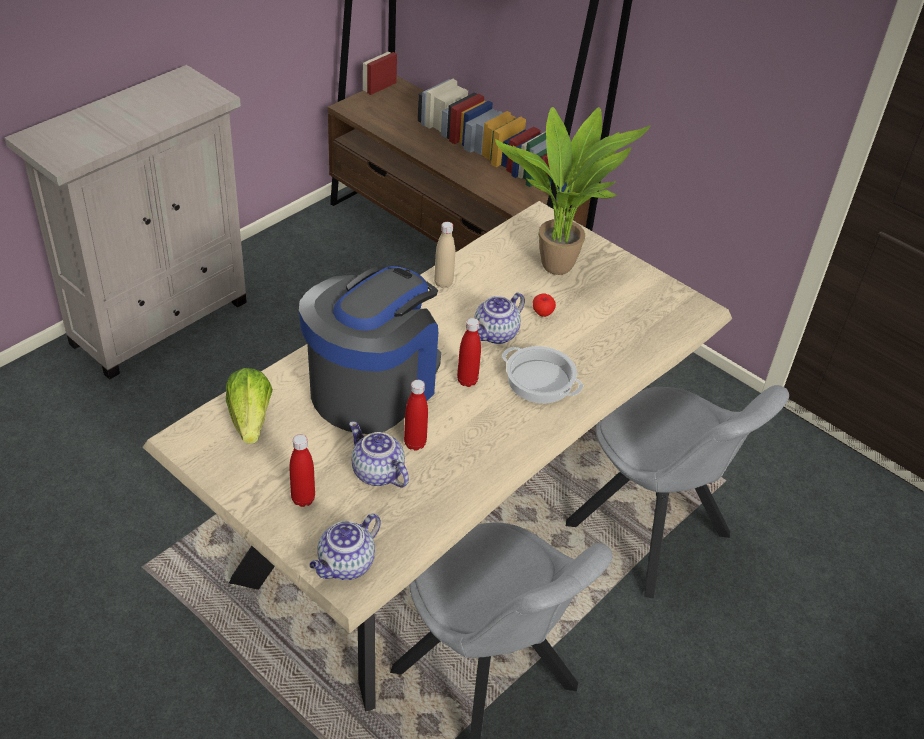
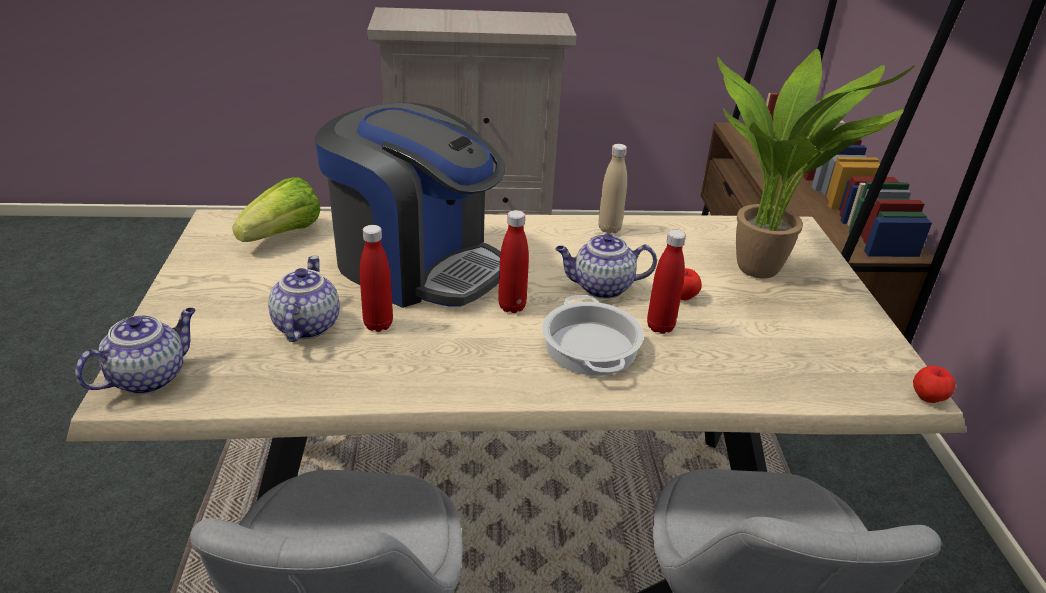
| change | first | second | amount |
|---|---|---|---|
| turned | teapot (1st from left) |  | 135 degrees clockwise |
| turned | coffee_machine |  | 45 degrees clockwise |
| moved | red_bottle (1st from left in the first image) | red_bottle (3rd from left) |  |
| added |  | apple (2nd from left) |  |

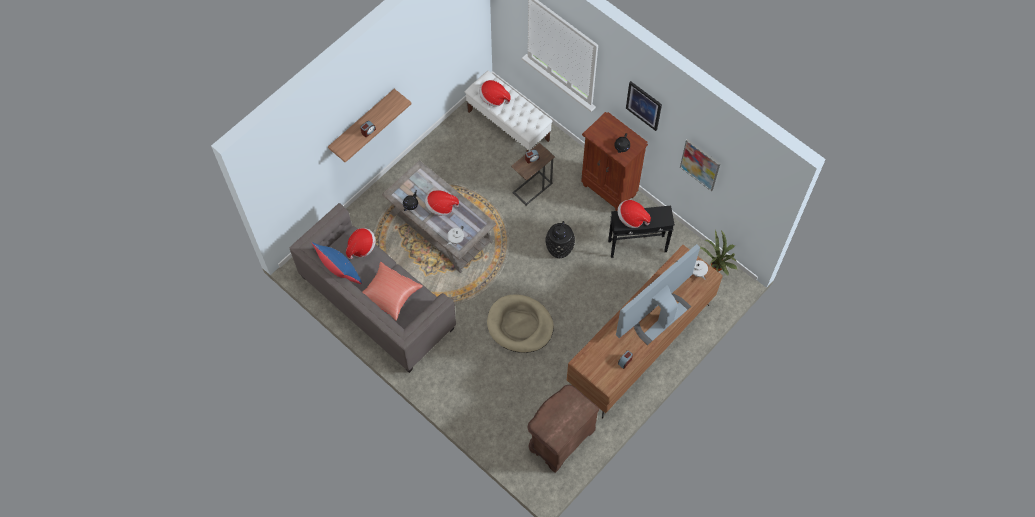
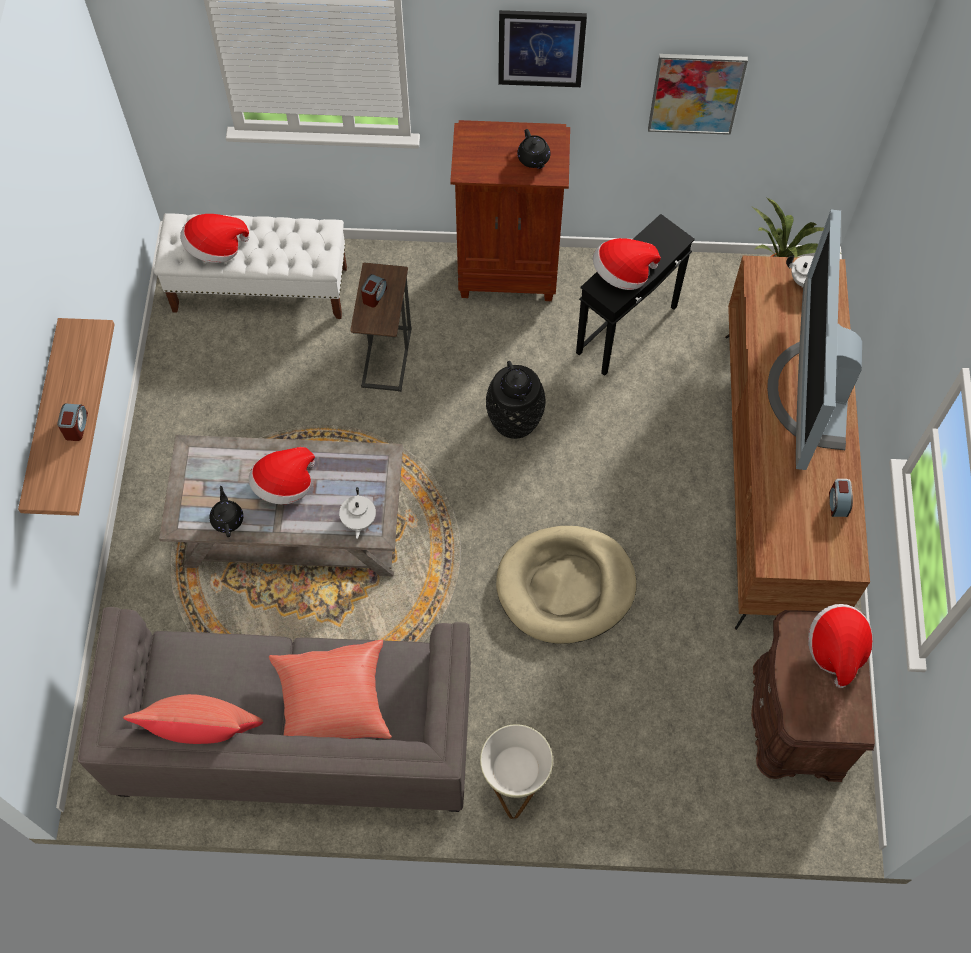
| change | first | second | amount |
|---|---|---|---|
| recoloured | blue_pillow | red_pillow (1st from left) |  |
| added |  | planter |  |
| moved | hat (1st from left in the first image) | hat (4th from left) |  |

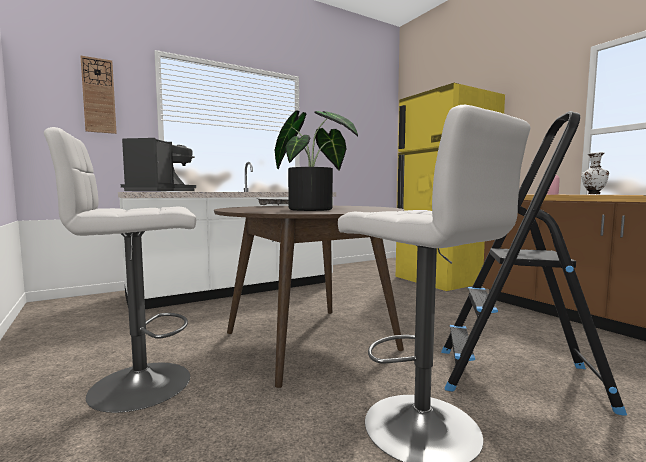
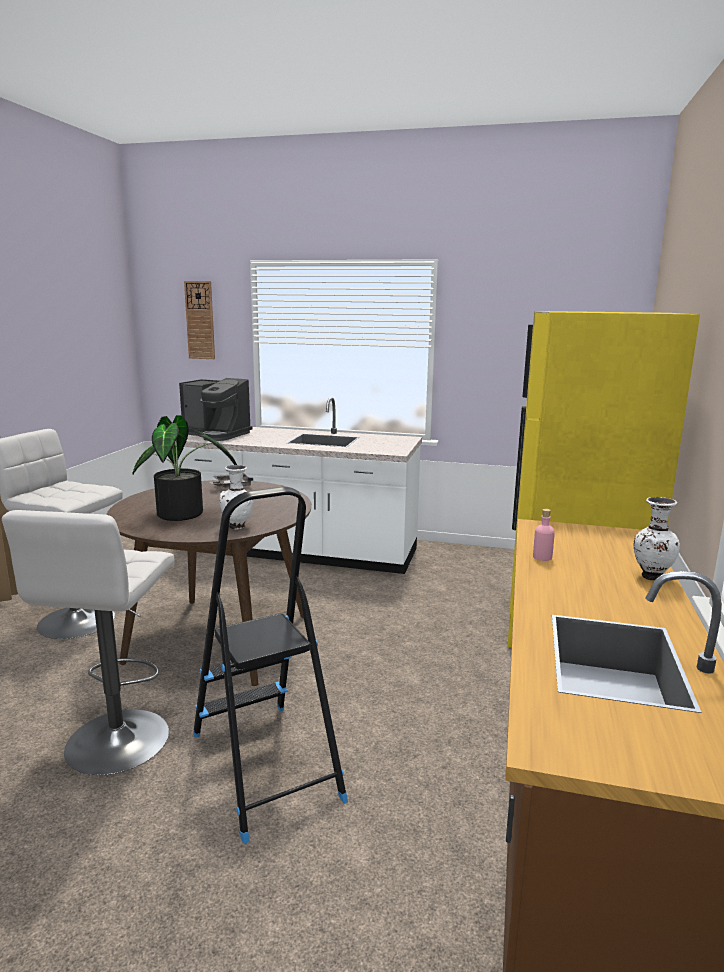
| change | first | second | amount |
|---|---|---|---|
| turned | coffee_machine |  | 60 degrees clockwise |
| added |  | white_vase (1st from left) |  |

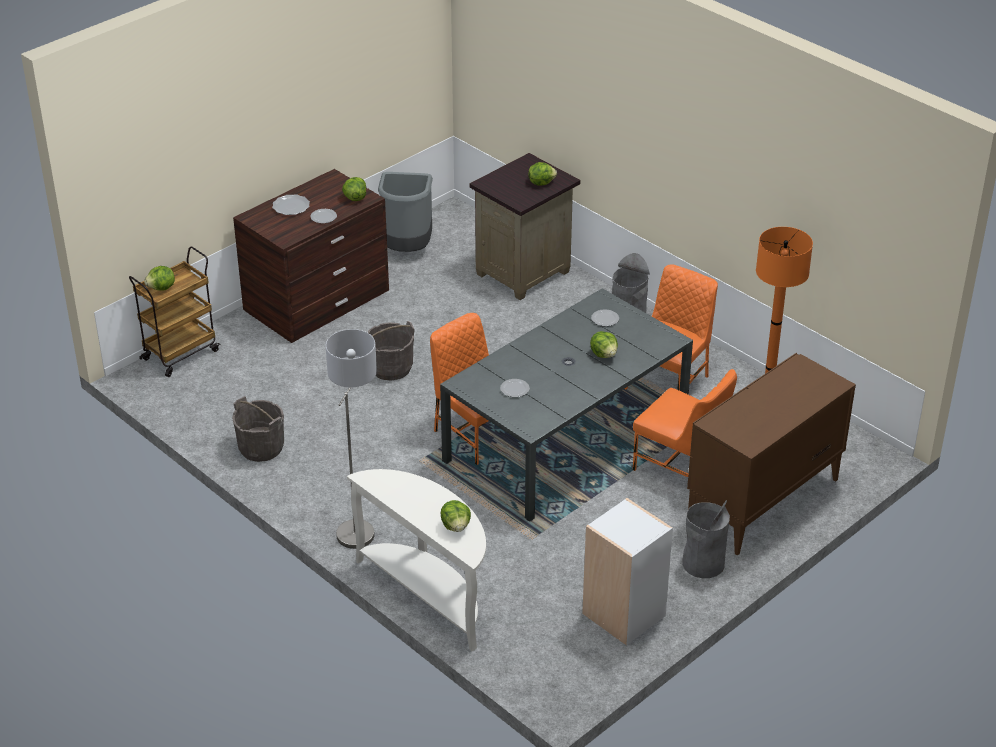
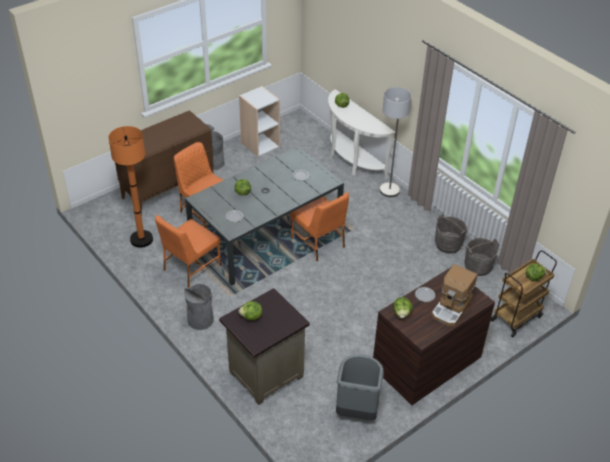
| change | first | second | amount |
|---|---|---|---|
| replaced | plate (1st from left) | coffee_machine |  |
| moved | grey_bucket (2nd from left) |  |  |

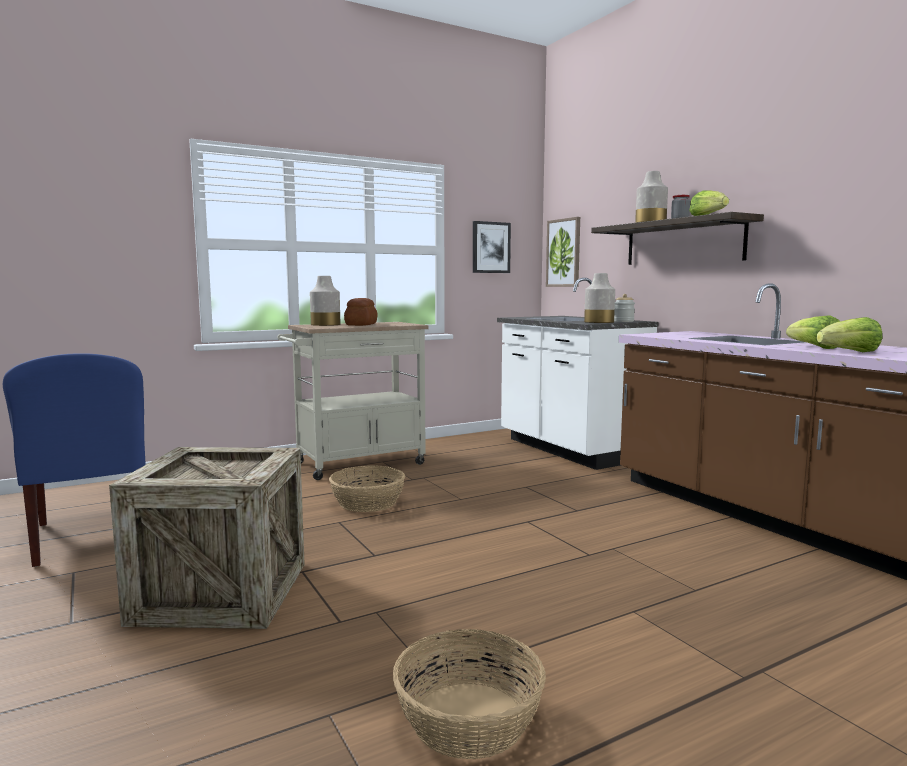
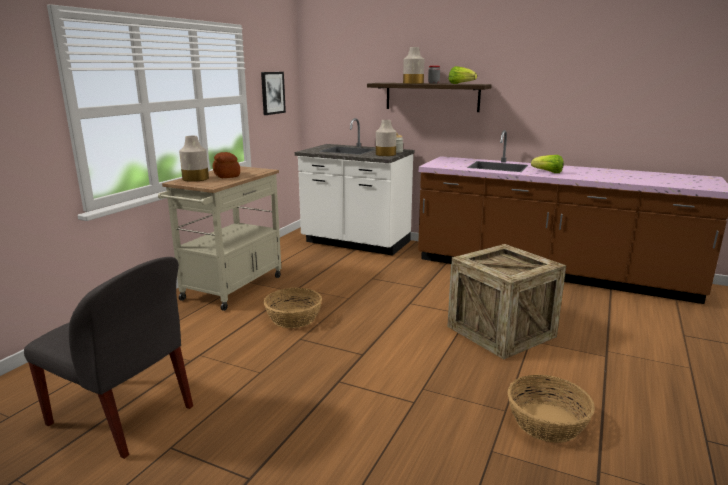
| change | first | second | amount |
|---|---|---|---|
| recoloured | blue_chair | grey_chair |  |
| moved | crate |  |  |
| removed | picture (2nd from left) |  |  |
| removed | lettuce (3rd from left) |  |  |

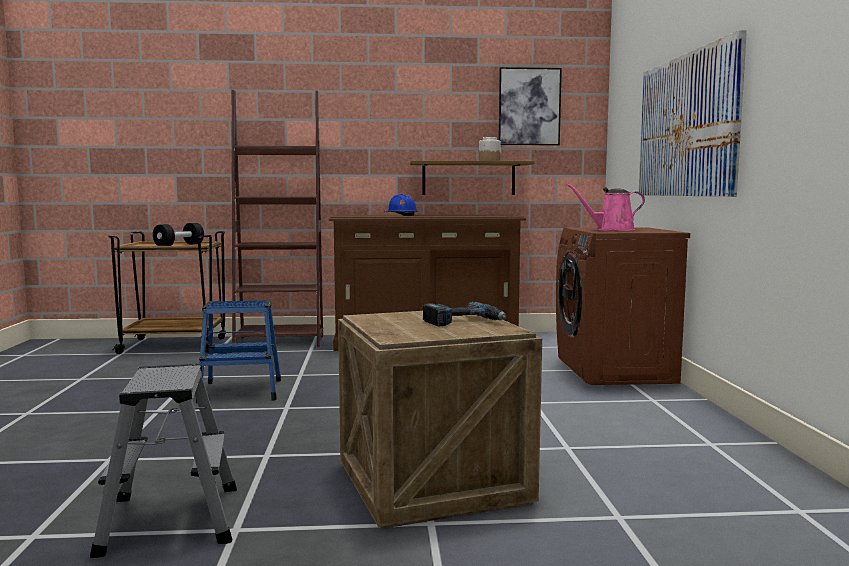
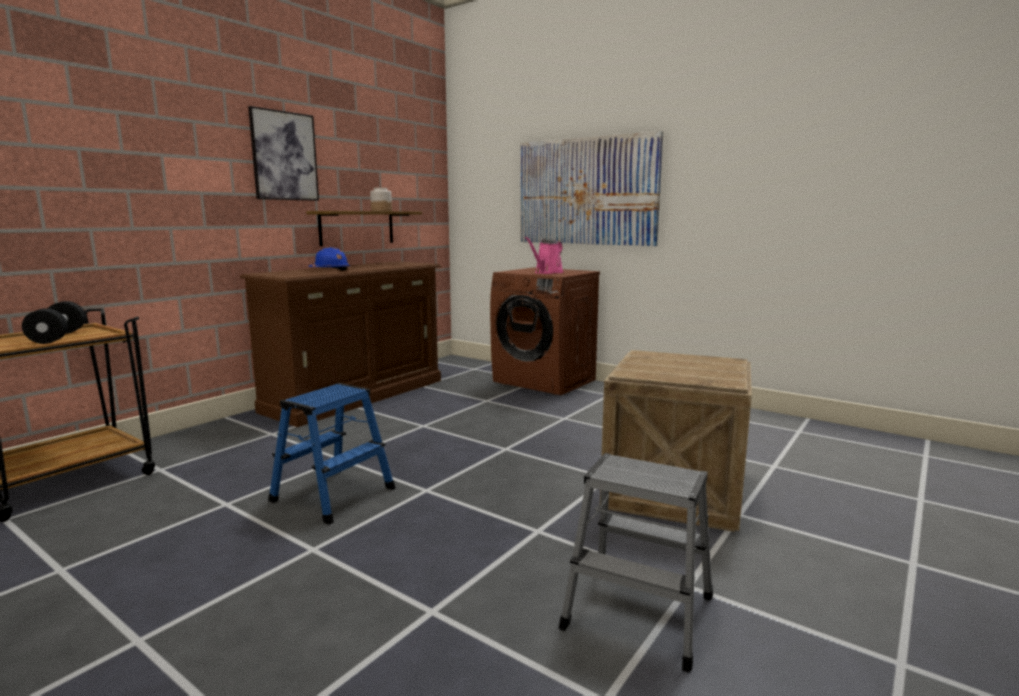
| change | first | second | amount |
|---|---|---|---|
| moved | picture (1st from left) |  |  |
| removed | brown_bookcase |  |  |
| removed | power_drill |  |  |

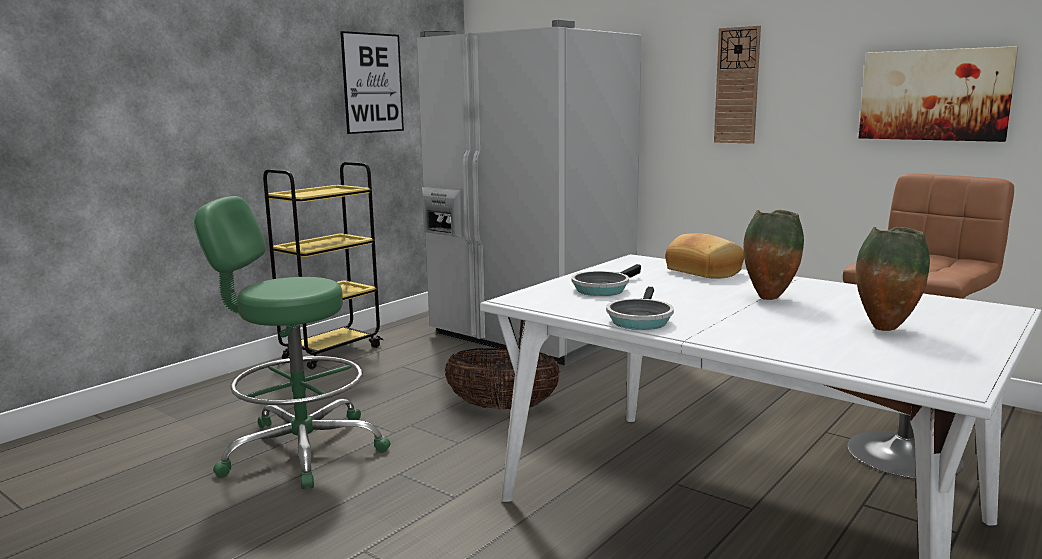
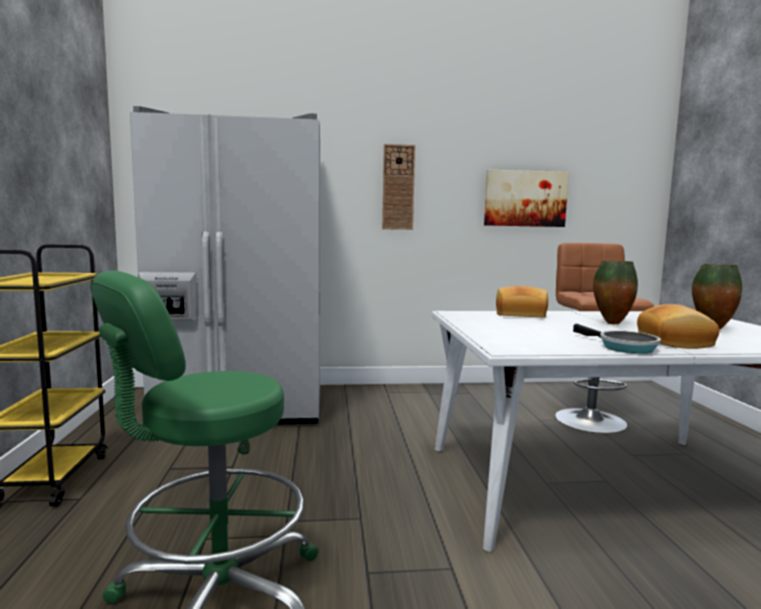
| change | first | second | amount |
|---|---|---|---|
| added |  | bread (2nd from left) |  |
| removed | picture (1st from left) |  |  |
| removed | basket |  |  |
| removed | frying_pan (1st from left) |  |  |

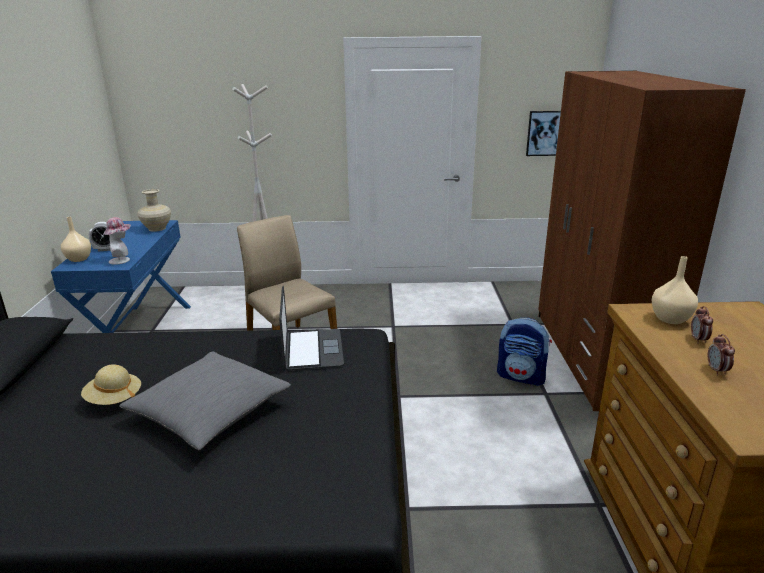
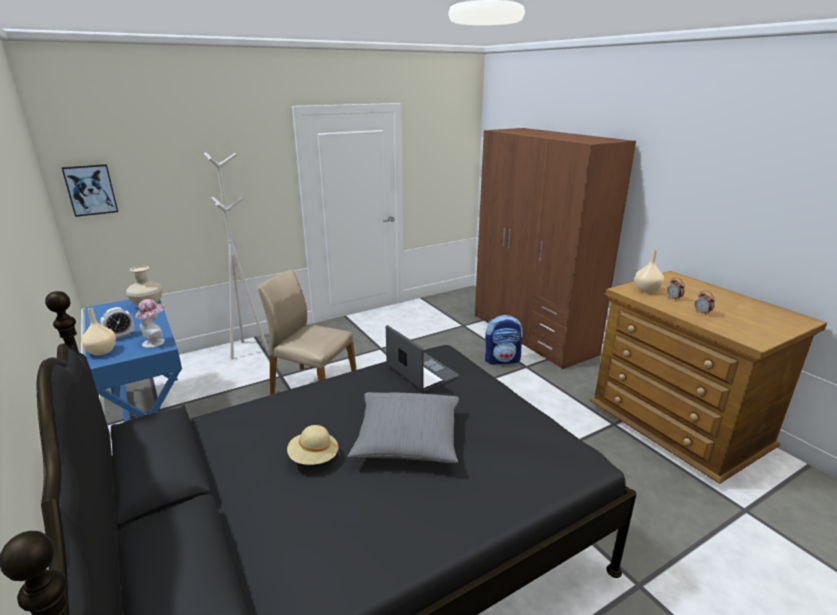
| change | first | second | amount |
|---|---|---|---|
| moved | picture |  |  |

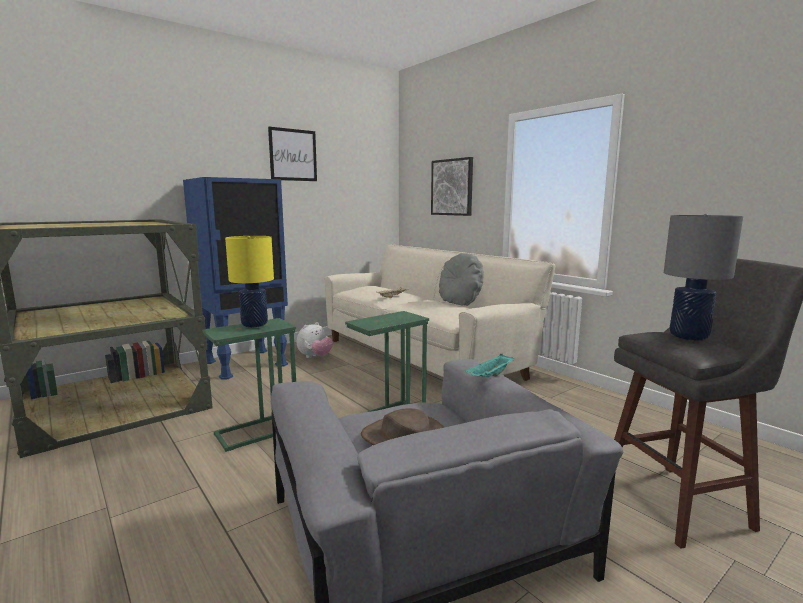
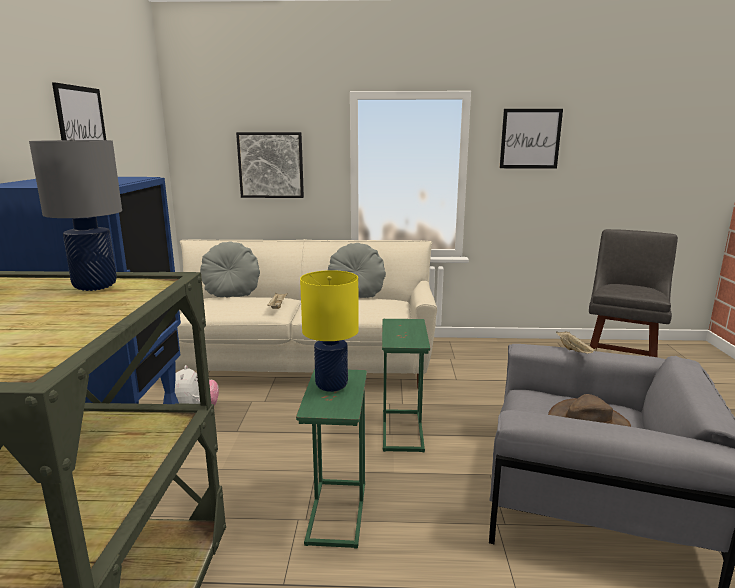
| change | first | second | amount |
|---|---|---|---|
| moved | grey_table_lamp |  |  |
| added |  | grey_pillow (1st from left) |  |
| added |  | picture (3rd from left) |  |
| recoloured | turquoise_tray | beige_tray (2nd from left) |  |

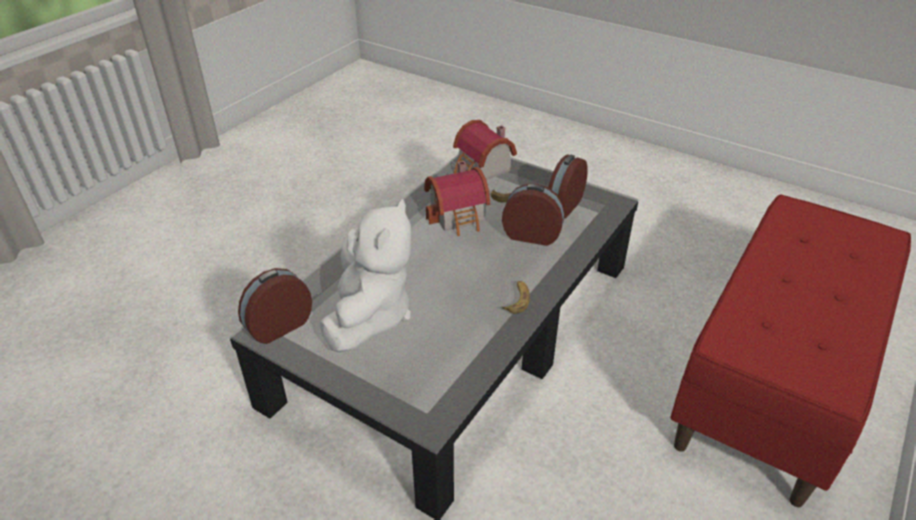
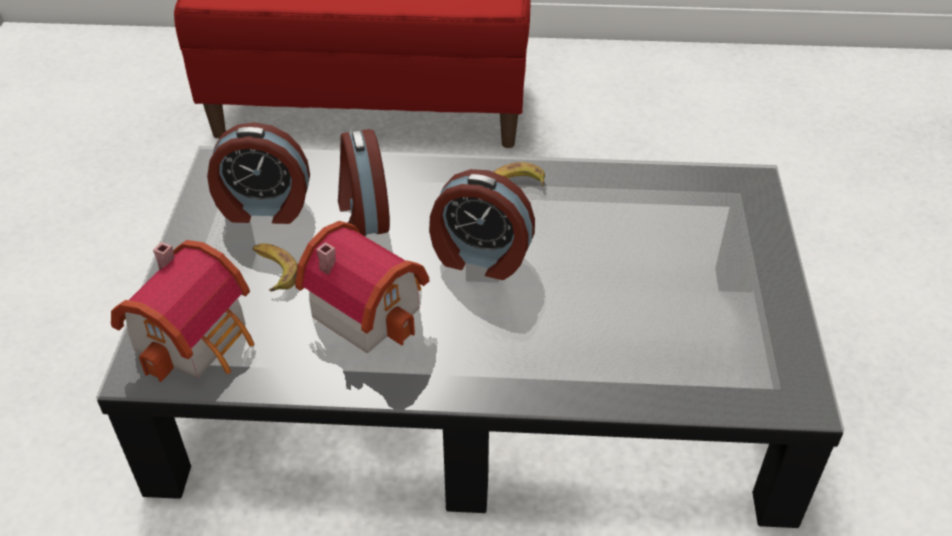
| change | first | second | amount |
|---|---|---|---|
| moved | alarm_clock (1st from left in the first image) | alarm_clock (3rd from left) |  |
| removed | white_plush_toy |  |  |

